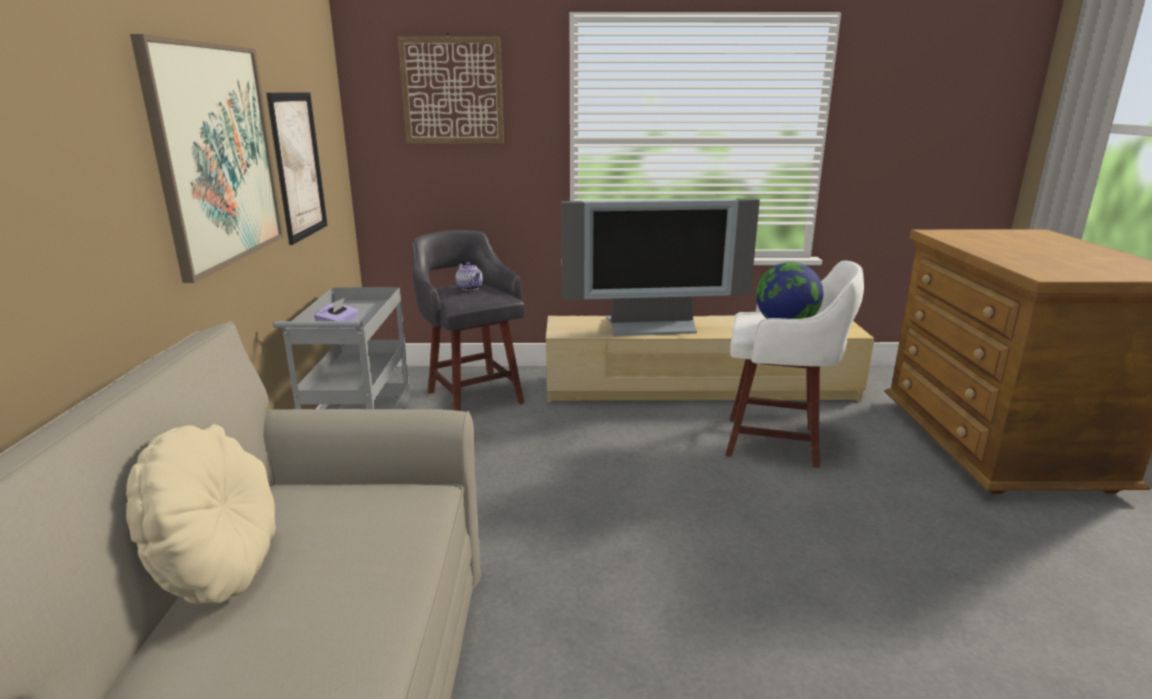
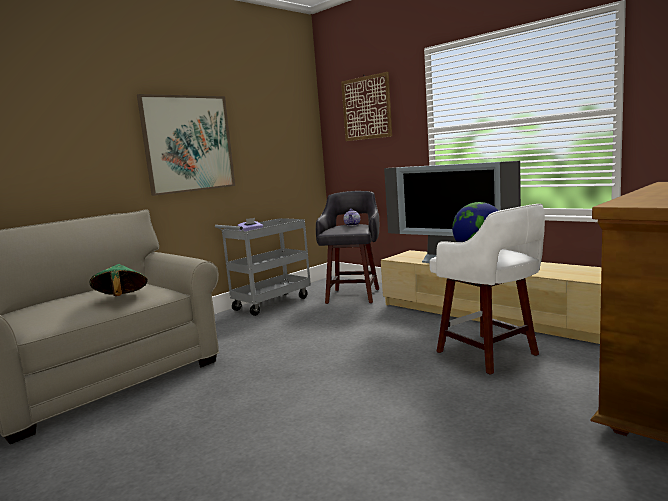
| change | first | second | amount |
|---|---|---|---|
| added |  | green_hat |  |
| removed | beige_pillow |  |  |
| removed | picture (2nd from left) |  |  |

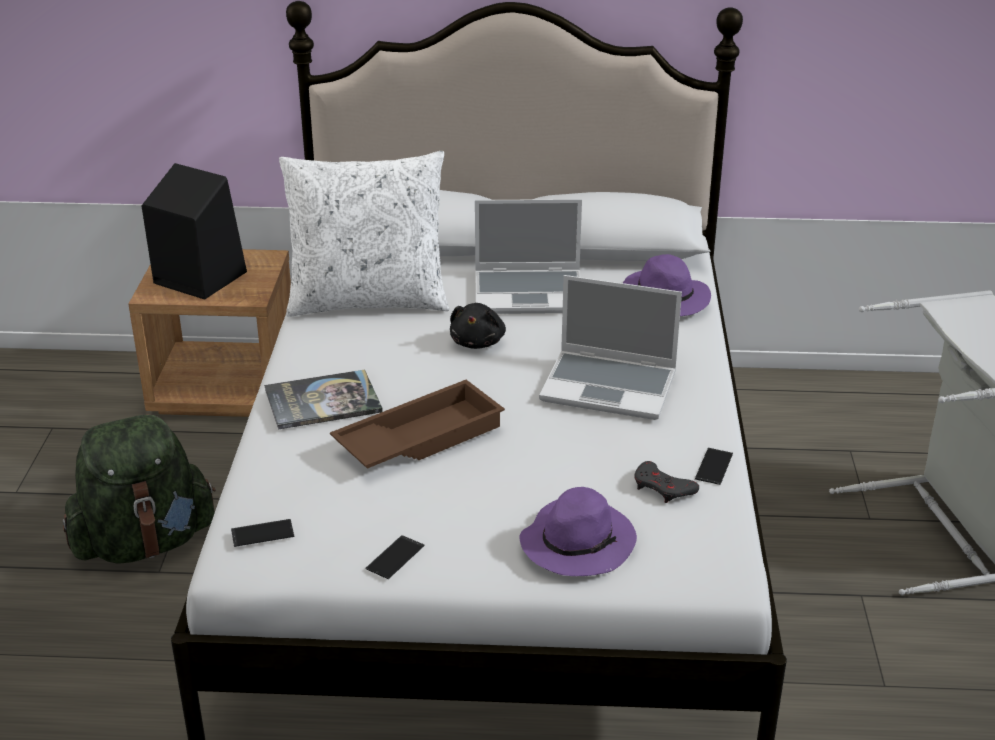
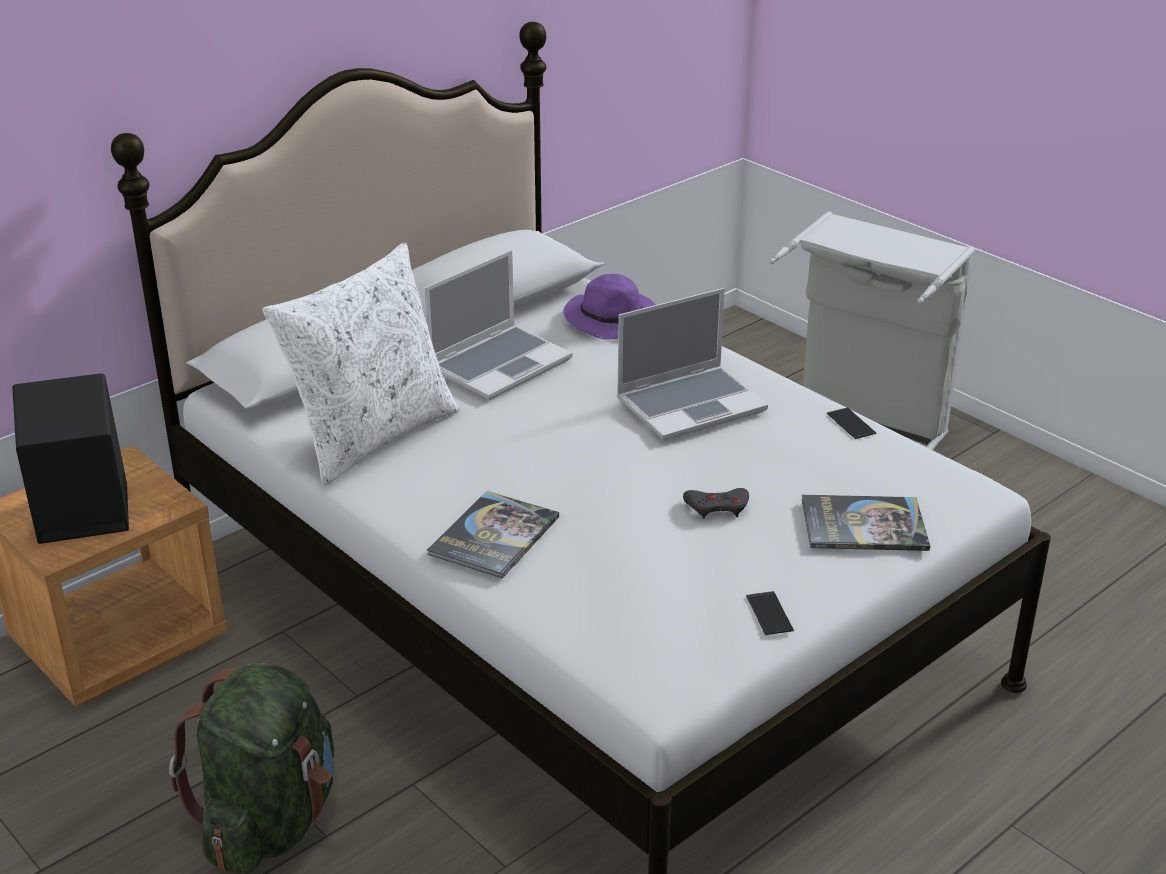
| change | first | second | amount |
|---|---|---|---|
| moved | grey_game_controller |  |  |
| replaced | purple_hat (1st from left) | book (2nd from left) |  |
| removed | phone (1st from left) |  |  |
| removed | brown_tray |  |  |
| removed | black_plush_toy |  |  |

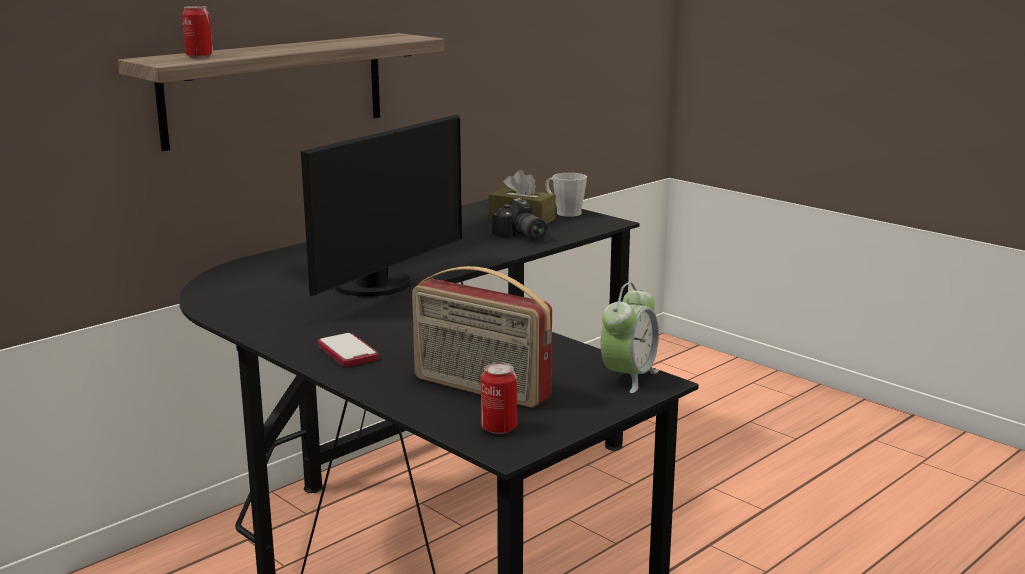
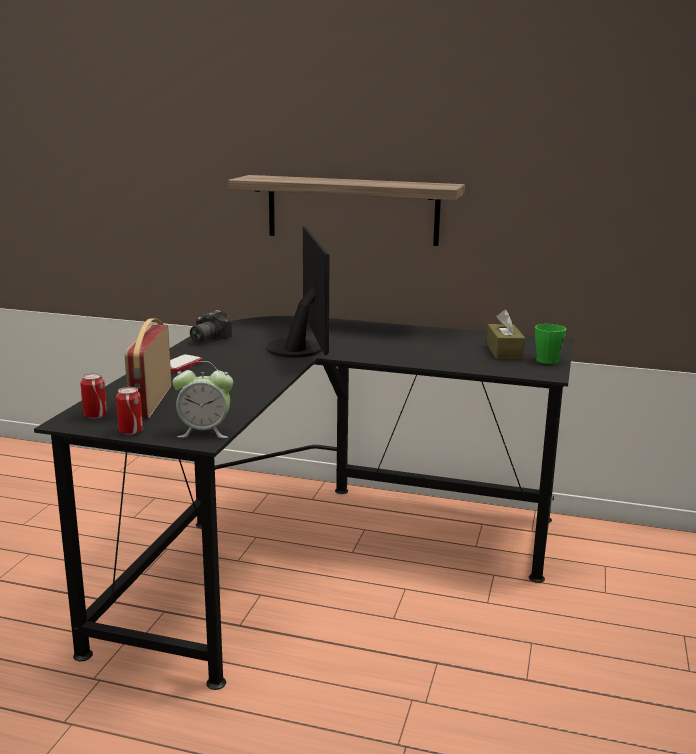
| change | first | second | amount |
|---|---|---|---|
| moved | can (1st from left in the first image) | can (2nd from left) |  |
| moved | photo_camera |  |  |
| turned | monitor |  | 105 degrees counterclockwise |
| recoloured | grey_mug | green_mug |  |

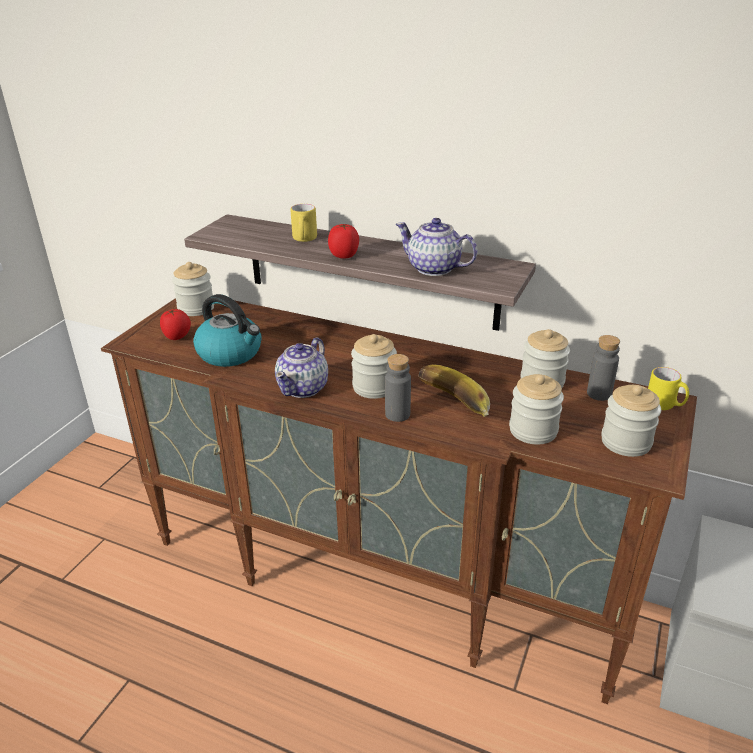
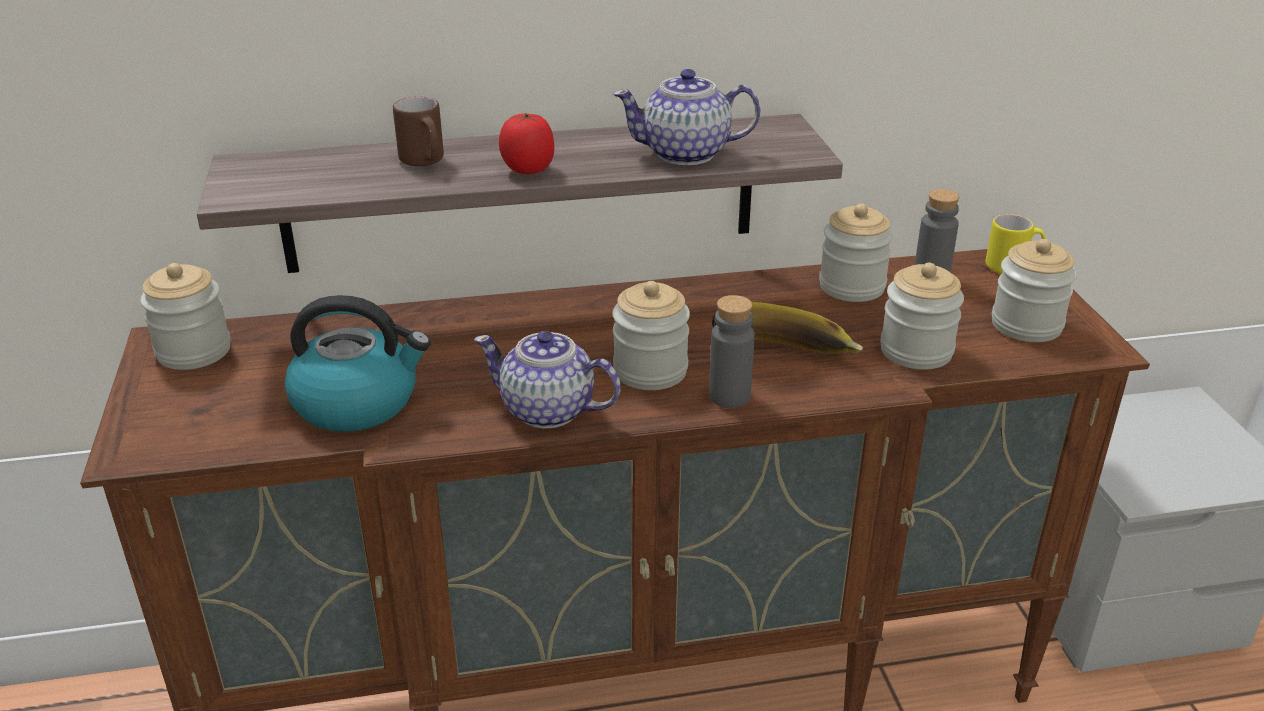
| change | first | second | amount |
|---|---|---|---|
| recoloured | yellow_mug (1st from left) | brown_mug |  |
| turned | teapot (1st from left) |  | 120 degrees clockwise |
| removed | tomato (1st from left) |  |  |

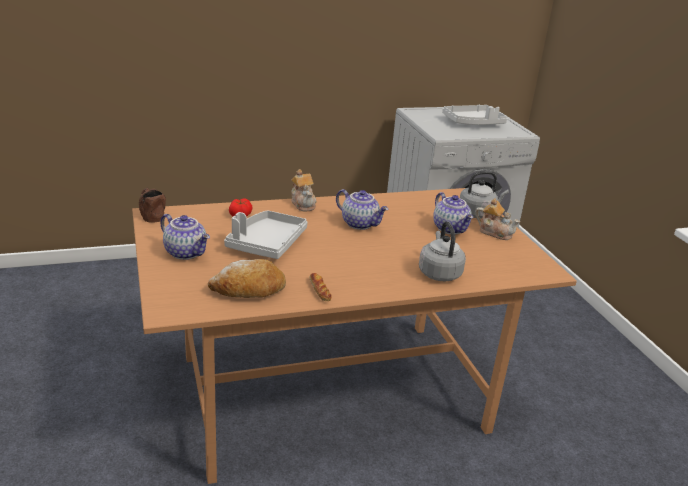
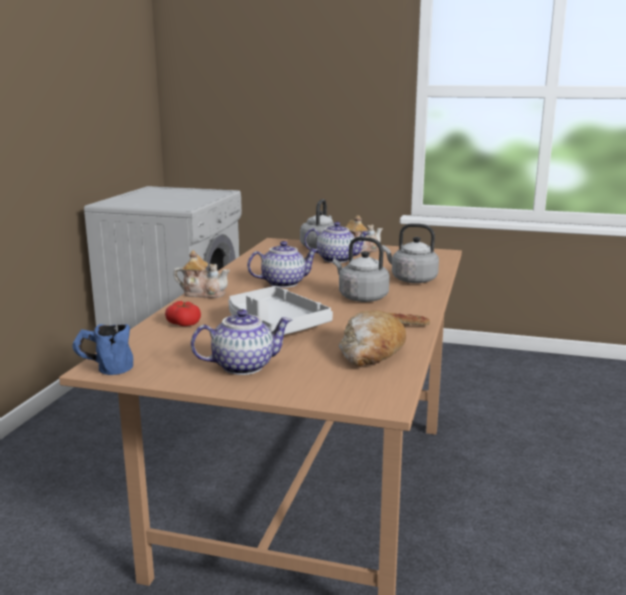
| change | first | second | amount |
|---|---|---|---|
| recoloured | brown_mug | blue_mug |  |
| added |  | grey_kettle (2nd from left) |  |
| removed | grey_tray (2nd from left) |  |  |

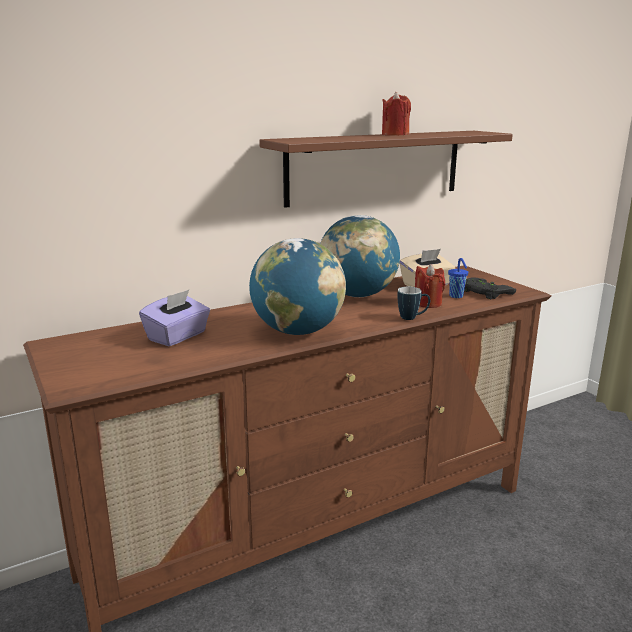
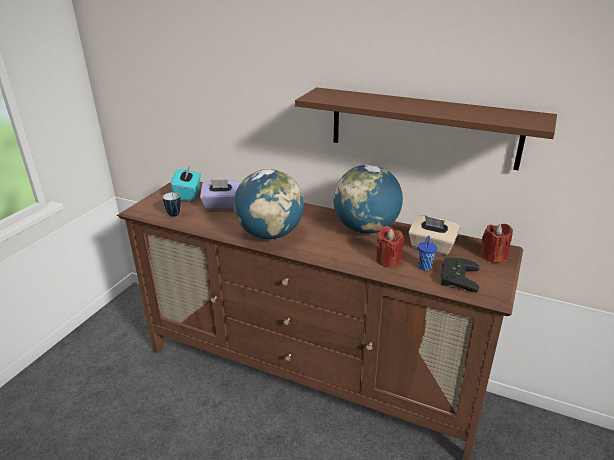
| change | first | second | amount |
|---|---|---|---|
| moved | mug |  |  |
| added |  | turquoise_tissue_box |  |
| moved | red_candle (1st from left in the first image) | red_candle (2nd from left) |  |

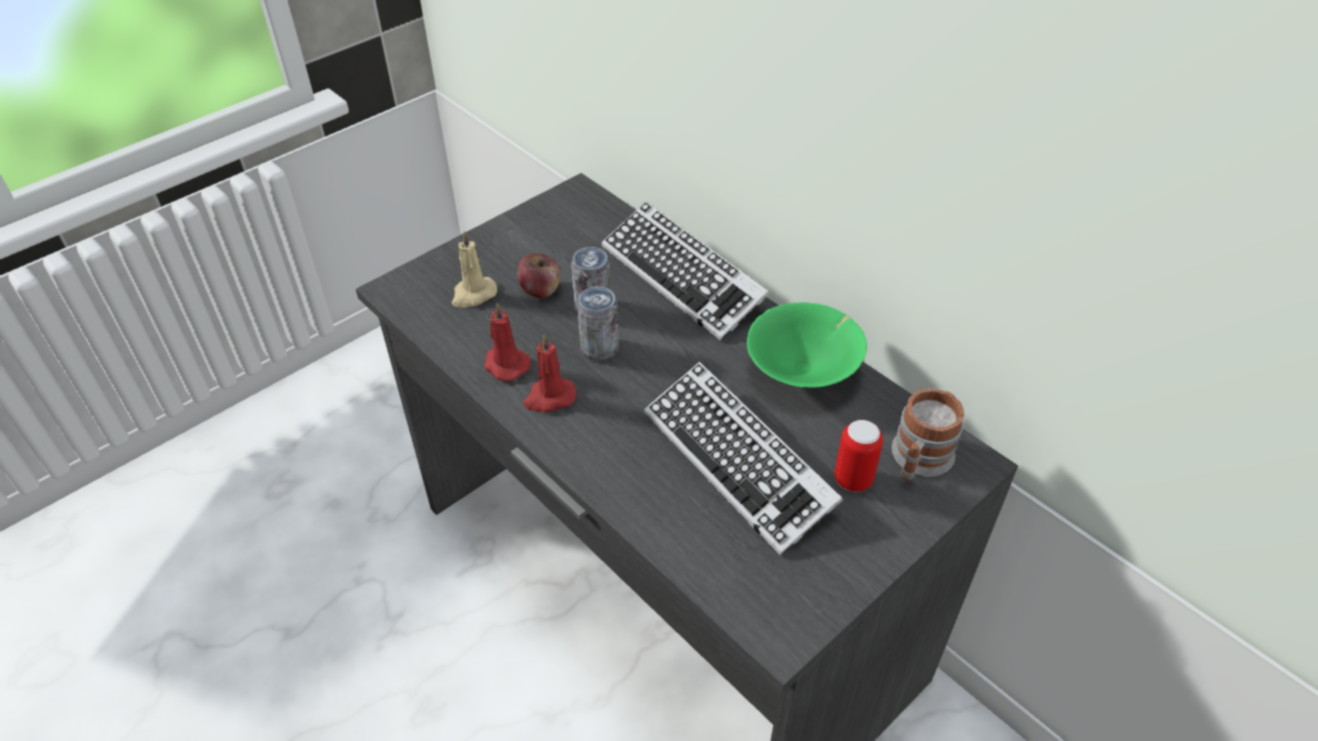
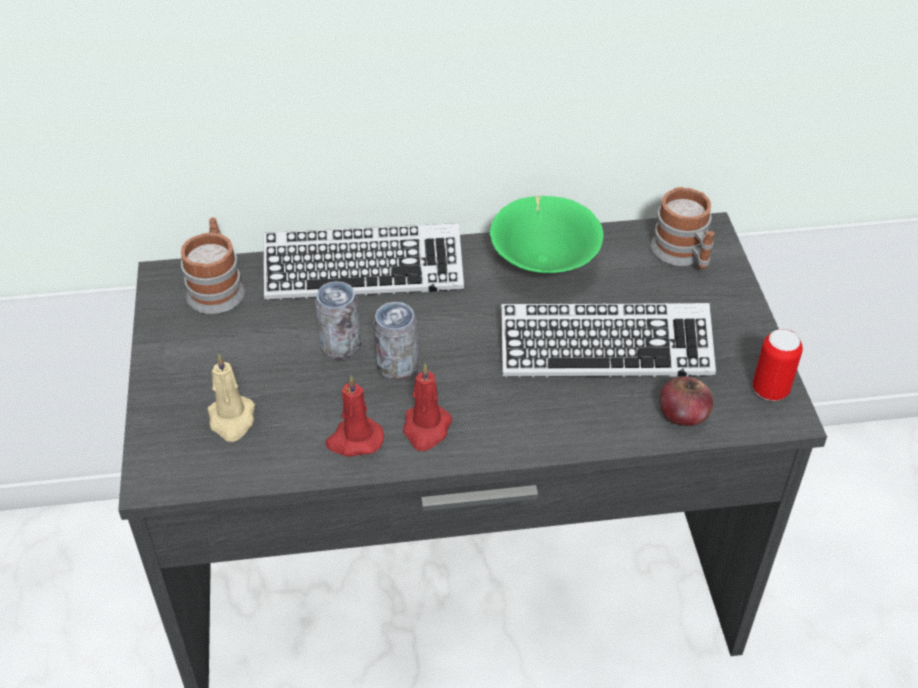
| change | first | second | amount |
|---|---|---|---|
| added |  | mug (1st from left) |  |
| moved | apple |  |  |
| moved | can (3rd from left) |  |  |

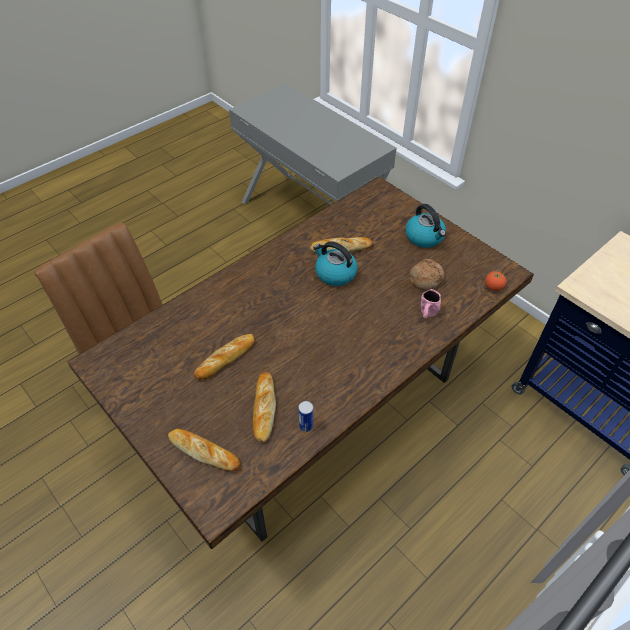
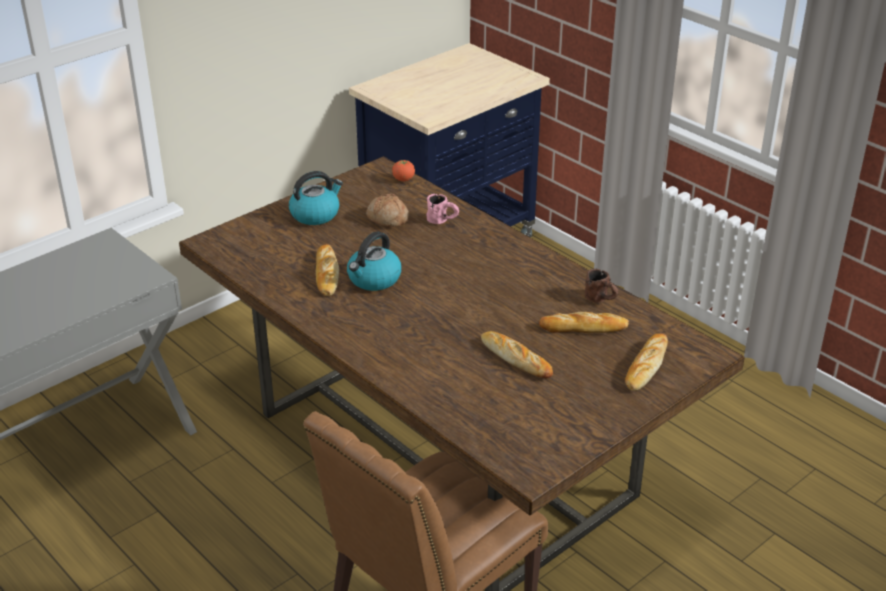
| change | first | second | amount |
|---|---|---|---|
| replaced | can | brown_mug |  |

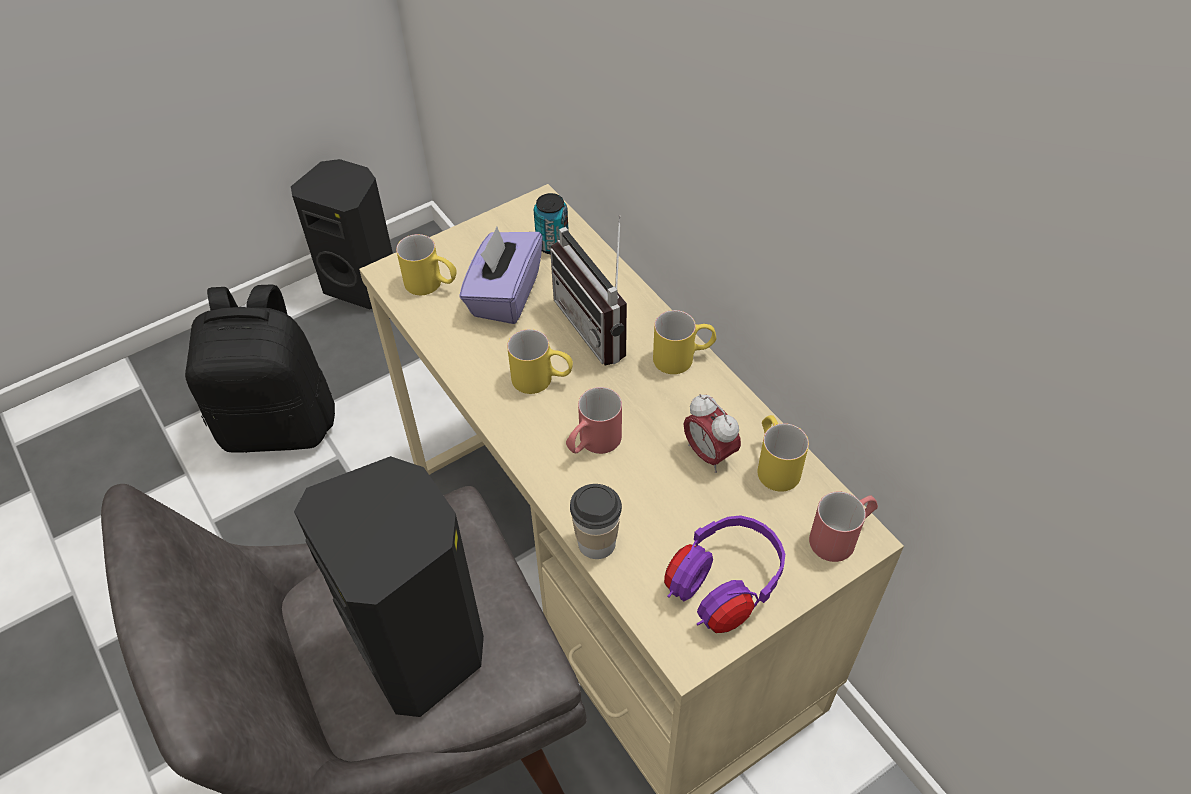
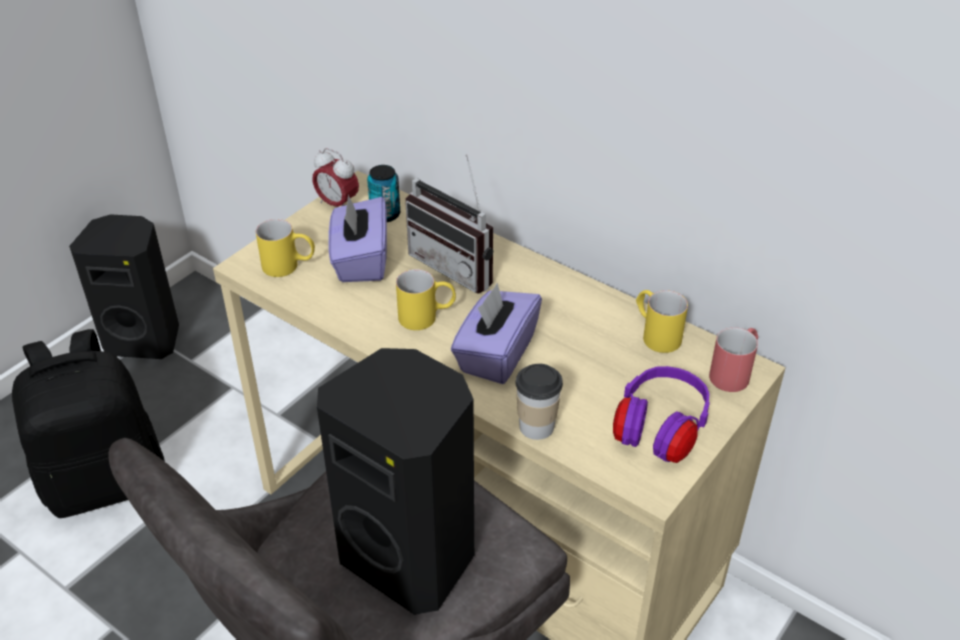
| change | first | second | amount |
|---|---|---|---|
| moved | alarm_clock |  |  |
| replaced | red_mug (1st from left) | purple_tissue_box (2nd from left) |  |
| removed | yellow_mug (3rd from left) |  |  |

